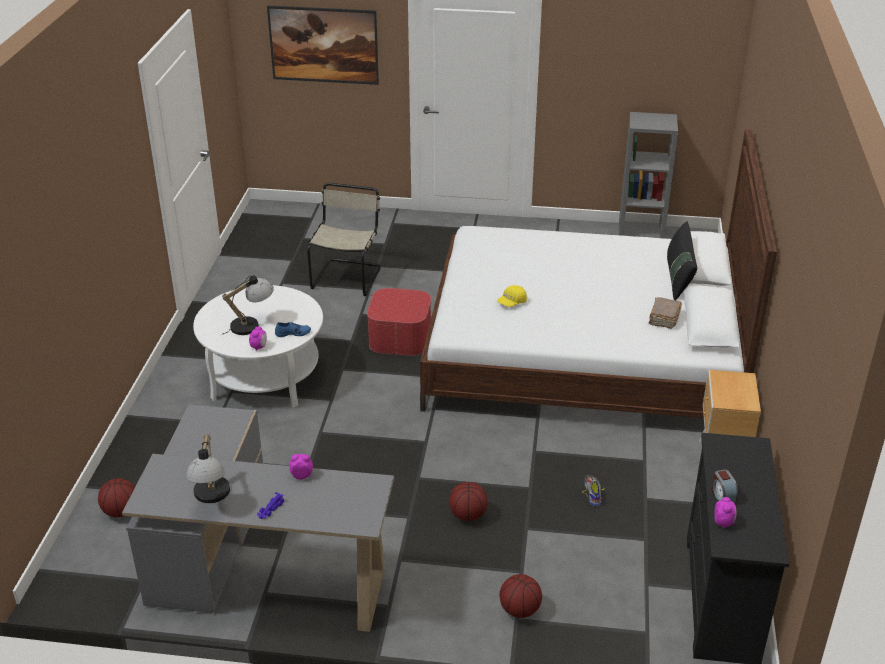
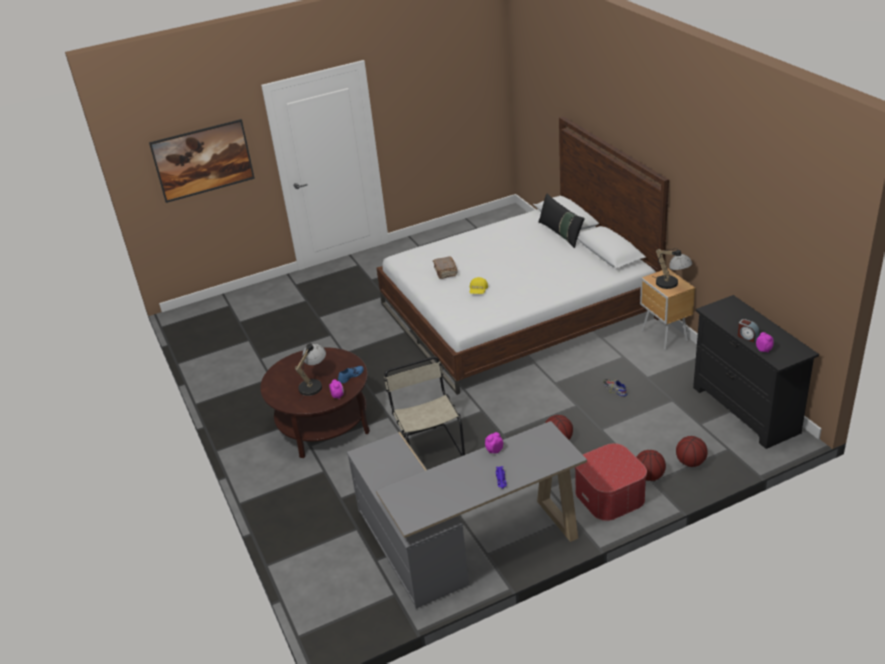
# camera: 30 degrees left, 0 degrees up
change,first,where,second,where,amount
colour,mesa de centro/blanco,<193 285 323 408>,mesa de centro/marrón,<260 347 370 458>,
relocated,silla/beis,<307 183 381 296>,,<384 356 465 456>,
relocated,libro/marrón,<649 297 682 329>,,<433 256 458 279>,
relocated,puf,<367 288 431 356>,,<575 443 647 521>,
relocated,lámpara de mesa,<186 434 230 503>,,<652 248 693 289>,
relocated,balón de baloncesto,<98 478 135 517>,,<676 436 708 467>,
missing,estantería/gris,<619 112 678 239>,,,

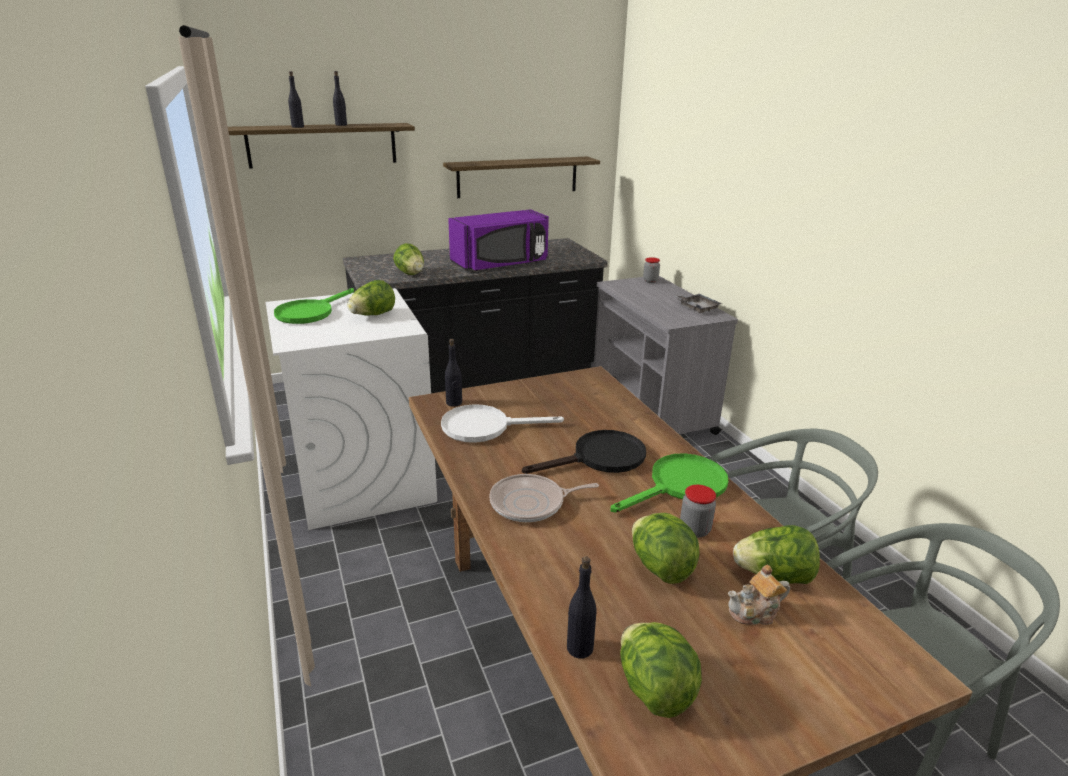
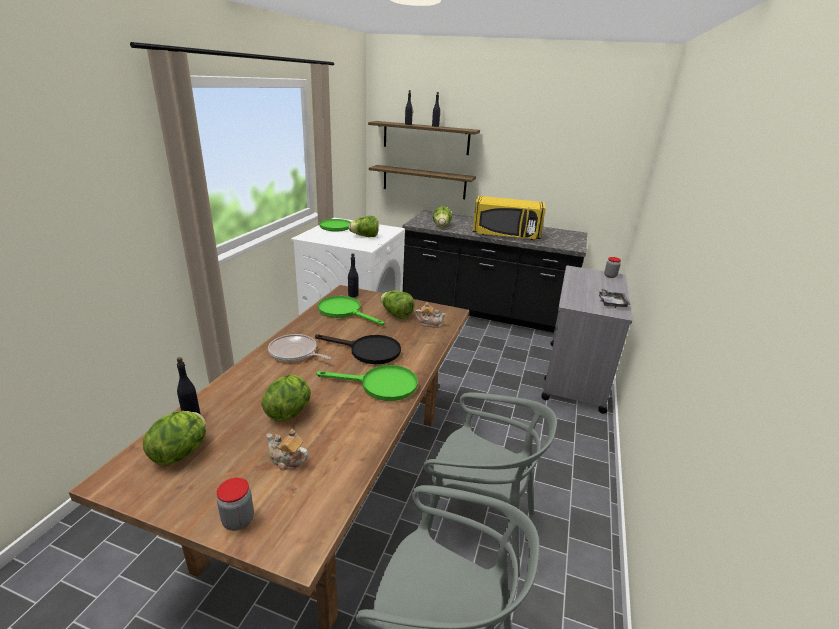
# camera: 40 degrees right, 0 degrees up
change,first,where,second,where,amount
relocated,tarro,<680 485 716 538>,,<217 478 254 531>,
colour,sartén/blanco,<441 404 564 443>,sartén/verde,<318 296 385 325>,
relocated,estante,<443 157 600 198>,,<369 165 476 199>,
relocated,lechuga,<733 525 820 584>,,<380 291 415 319>,
appeared,,,tetera,<415 302 446 328>,
colour,microondas/morado,<448 209 549 271>,microondas/amarillo,<473 196 546 240>,

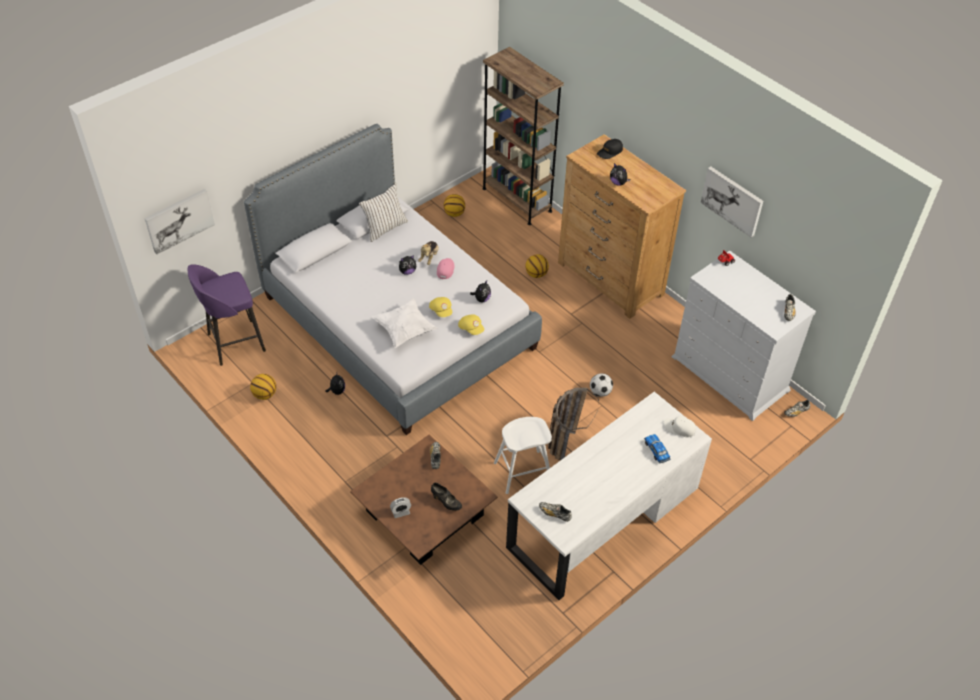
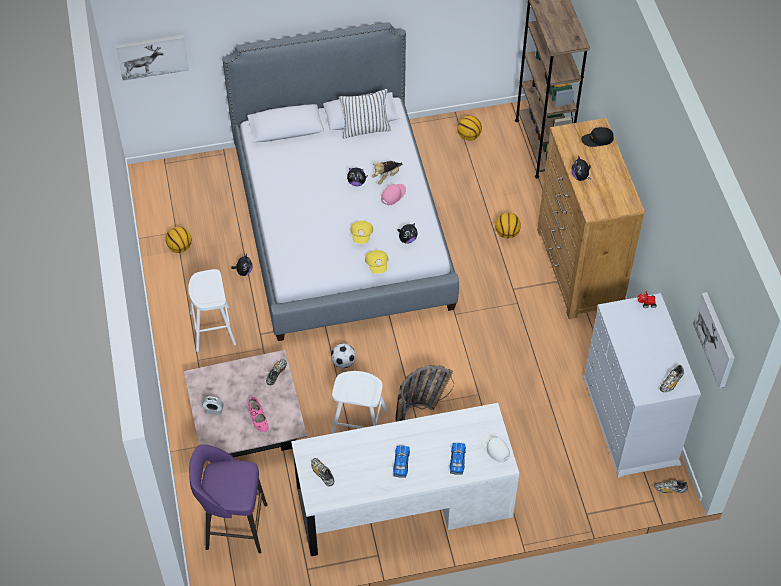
# camera: 30 degrees right, 5 degrees up
change,first,where,second,where,amount
colour,mesa de centro/marrón,<350 435 498 565>,mesa de centro/rosa,<184 350 307 457>,
appeared,,,taburete/blanco,<188 269 236 352>,
relocated,taburete/morado,<188 264 266 366>,,<189 444 268 553>,
colour,zapato/negro,<431 483 462 511>,zapato/rosa,<248 397 268 432>,
relocated,balón de fútbol,<590 373 613 397>,,<331 343 356 368>,
appeared,,,coche de juguete,<393 446 410 477>,
relocated,cuadro,<701 166 763 238>,,<693 292 735 389>,
missing,cojín/blanco,<372 298 438 348>,,,

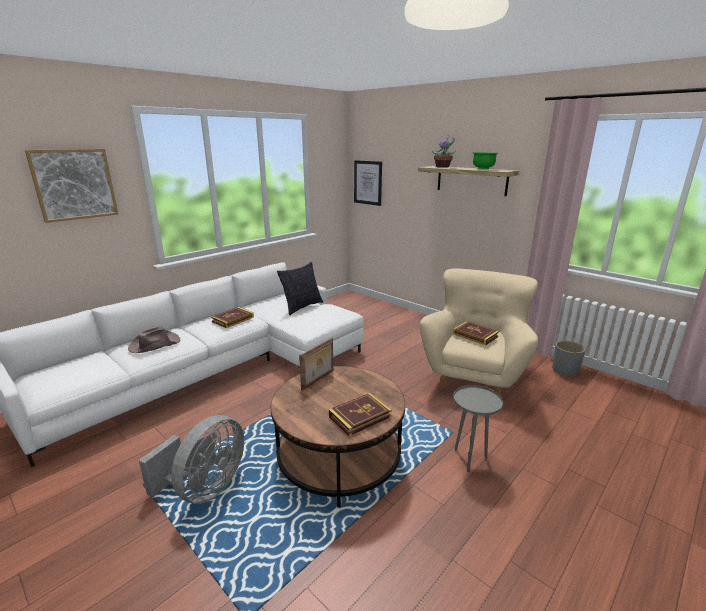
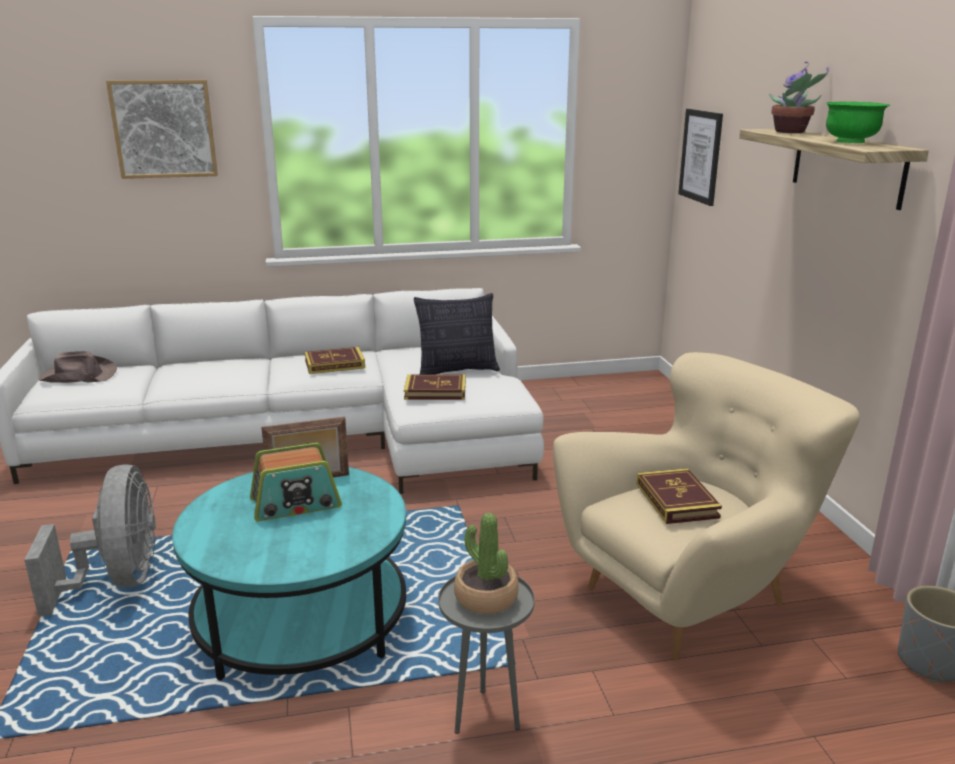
# camera: 35 degrees right, 0 degrees up
change,first,where,second,where,amount
spun,ventilador/gris,<139 415 244 504>,,<24 464 156 617>,75 degrees counterclockwise
relocated,sombrero/marrón,<128 327 180 353>,,<39 351 117 383>,
colour,mesa de centro/marrón,<271 366 405 508>,mesa de centro/turquesa,<172 467 406 681>,
appeared,,,radio,<250 443 342 522>,
relocated,libro,<329 393 392 436>,,<404 374 466 400>,
appeared,,,planta en maceta,<454 513 519 614>,

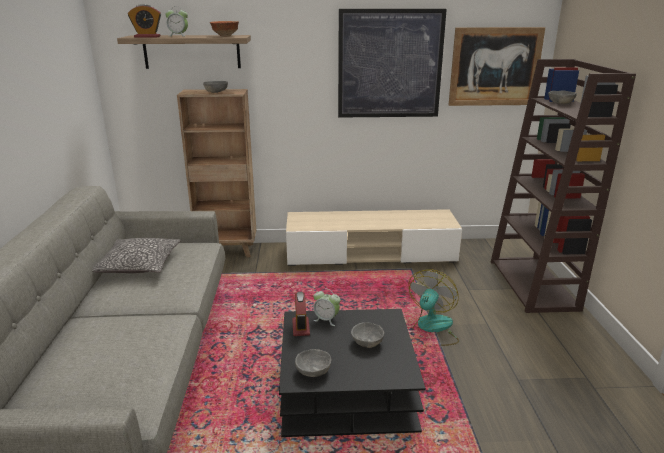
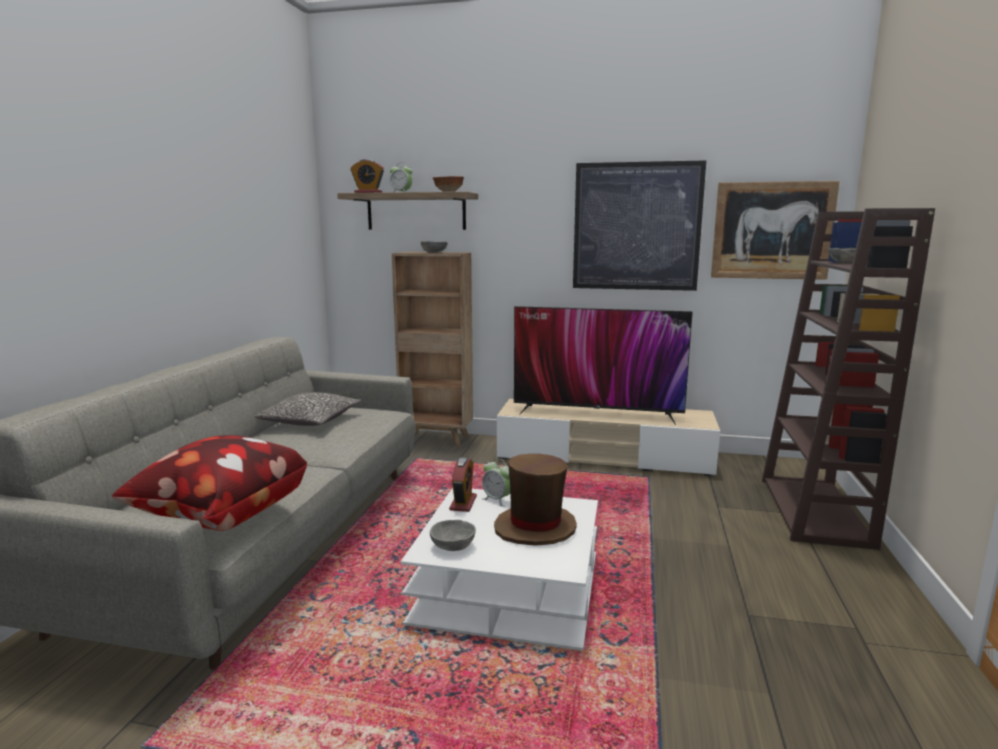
# camera: 15 degrees right, 10 degrees down
change,first,where,second,where,amount
appeared,,,cojín,<112 435 307 531>,
colour,mesa de centro/negro,<279 309 426 437>,mesa de centro/blanco,<401 488 598 651>,
exchanged,cuenco/gris,<351 322 385 348>,sombrero/marrón,<494 454 577 546>,
appeared,,,televisor,<514 306 693 425>,
missing,ventilador,<409 269 459 346>,,,

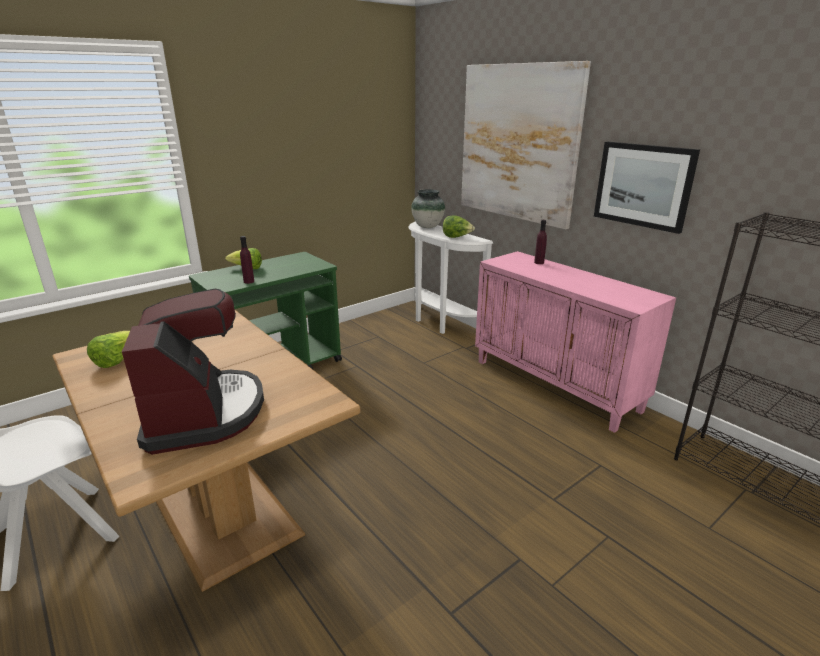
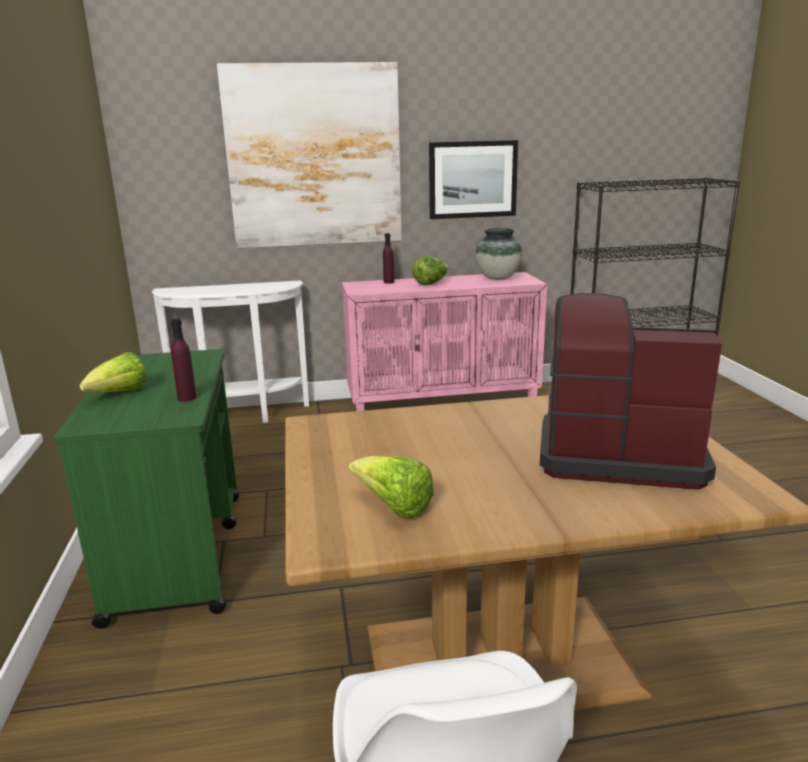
# camera: 60 degrees left, 5 degrees down
change,first,where,second,where,amount
relocated,lechuga,<443 216 475 238>,,<412 256 449 285>,
relocated,florero,<411 189 445 228>,,<476 228 522 280>,

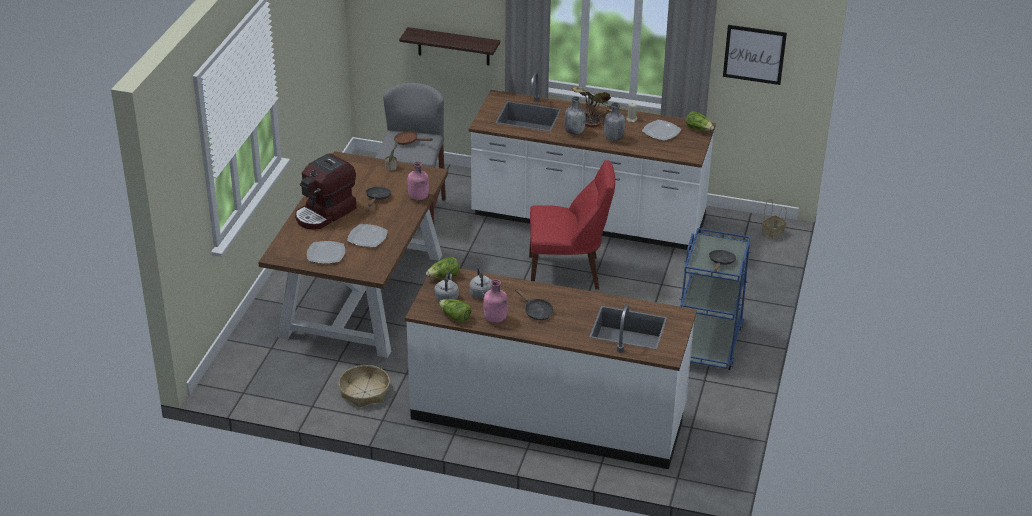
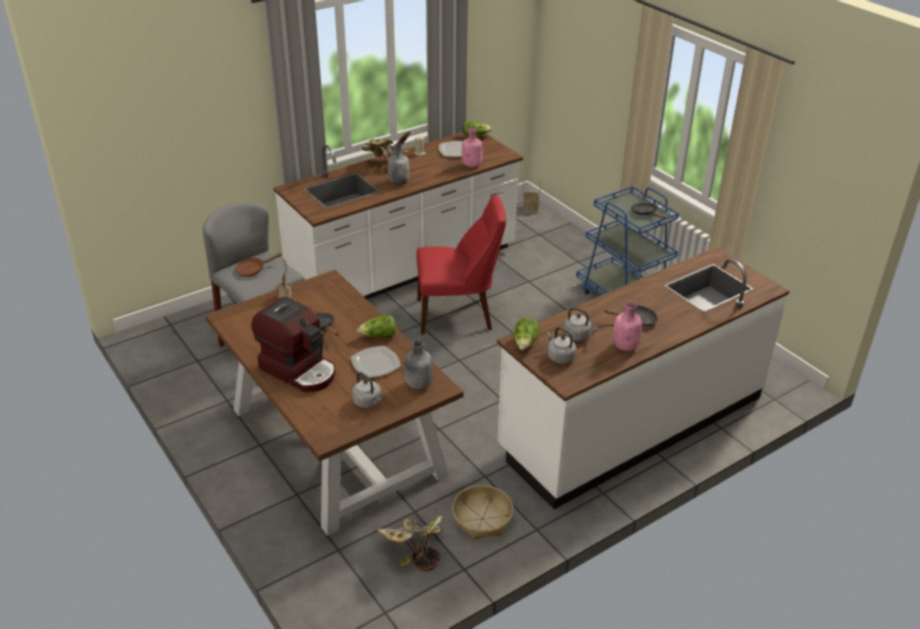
# camera: 50 degrees left, 0 degrees up
change,first,where,second,where,amount
spun,cafetera,<295 154 356 229>,,<251 297 336 392>,45 degrees counterclockwise
exchanged,plato,<307 241 345 264>,hervidor/gris,<352 372 381 408>,
relocated,lechuga,<439 299 471 323>,,<357 315 396 338>,
appeared,,,planta en maceta,<377 516 444 571>,
relocated,botella/gris,<604 103 625 141>,,<404 339 433 389>,
spun,silla/rojo,<529 160 615 290>,,<417 195 506 335>,45 degrees clockwise
relocated,botella/rosa,<407 161 429 200>,,<462 128 483 167>,
missing,estante,<399 27 500 65>,,,
missing,cuadro,<723 25 787 85>,,,

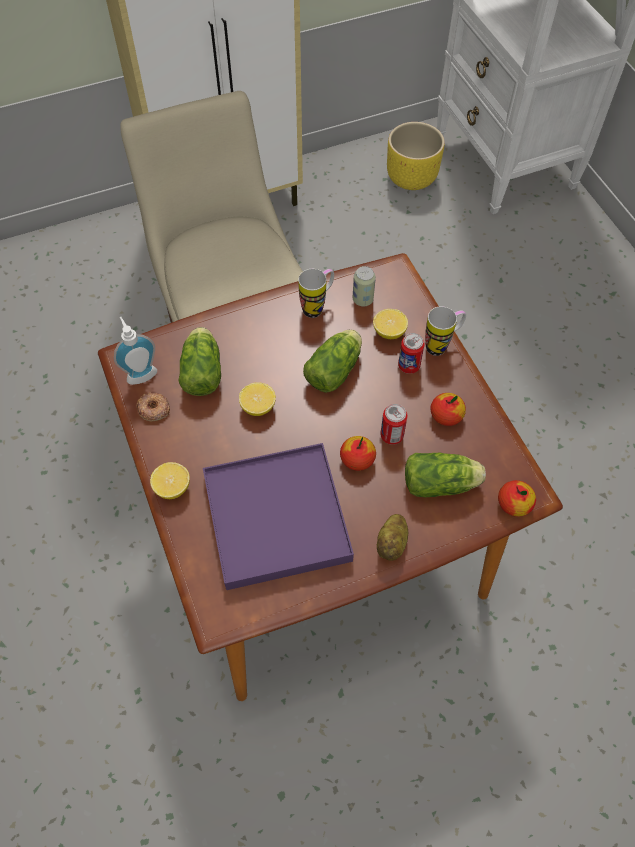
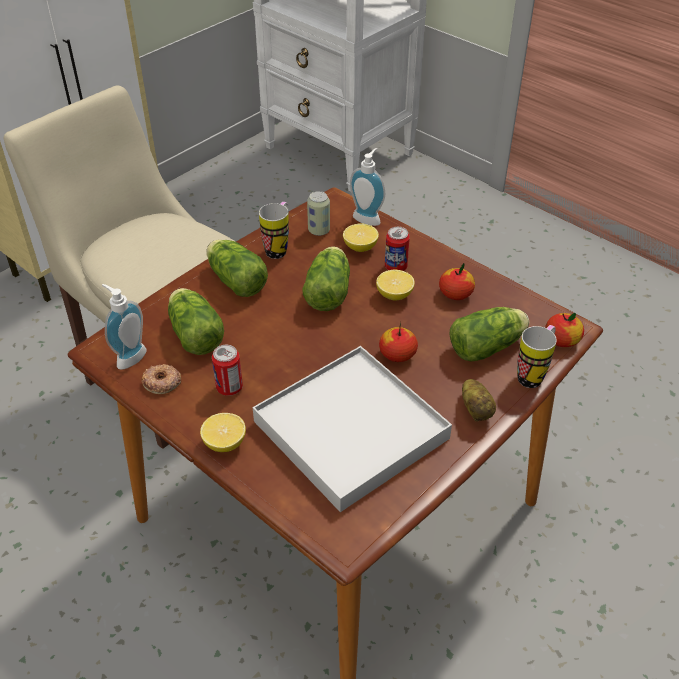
# camera: 25 degrees left, 15 degrees down
change,first,where,second,where,amount
appeared,,,lechuga,<206 240 268 297>,
relocated,lata,<380 404 408 445>,,<212 345 243 396>,
colour,bandeja/morado,<203 443 354 590>,bandeja/blanco,<253 346 452 512>,
appeared,,,dispensador de jabón,<350 148 385 226>,
relocated,limón,<239 382 276 416>,,<376 270 415 301>,
relocated,taza grande,<425 306 466 356>,,<517 325 557 388>,
missing,maceta/amarillo,<387 122 445 190>,,,

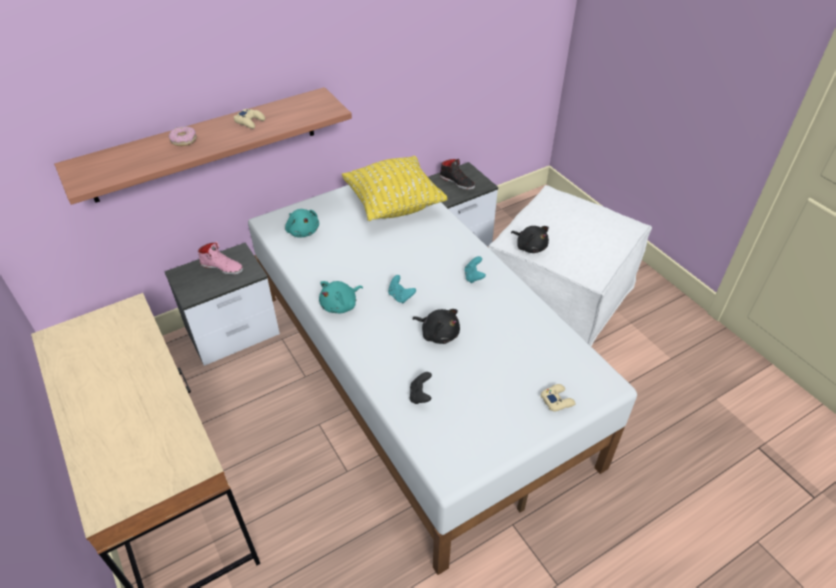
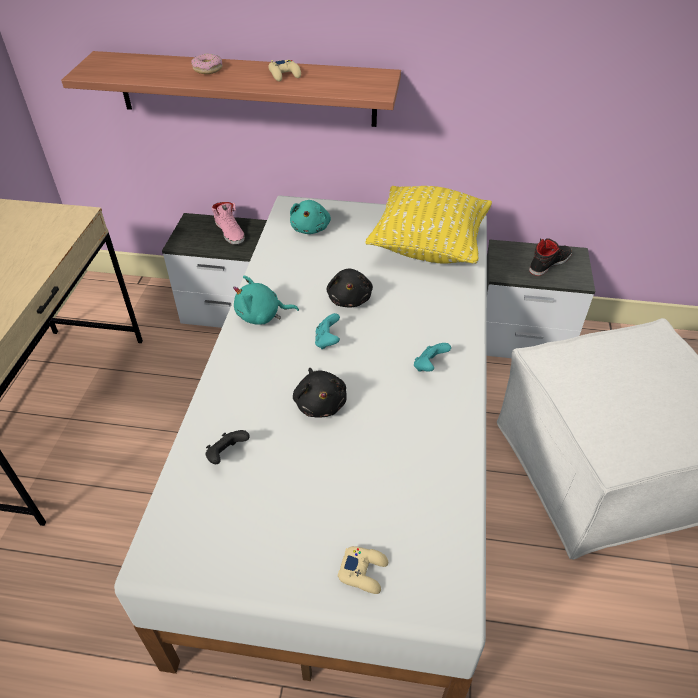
# camera: 40 degrees right, 0 degrees up
change,first,where,second,where,amount
relocated,peluche/negro,<511 226 549 253>,,<326 269 373 307>,
spun,zapato/negro,<440 159 475 190>,,<529 238 572 276>,120 degrees counterclockwise

